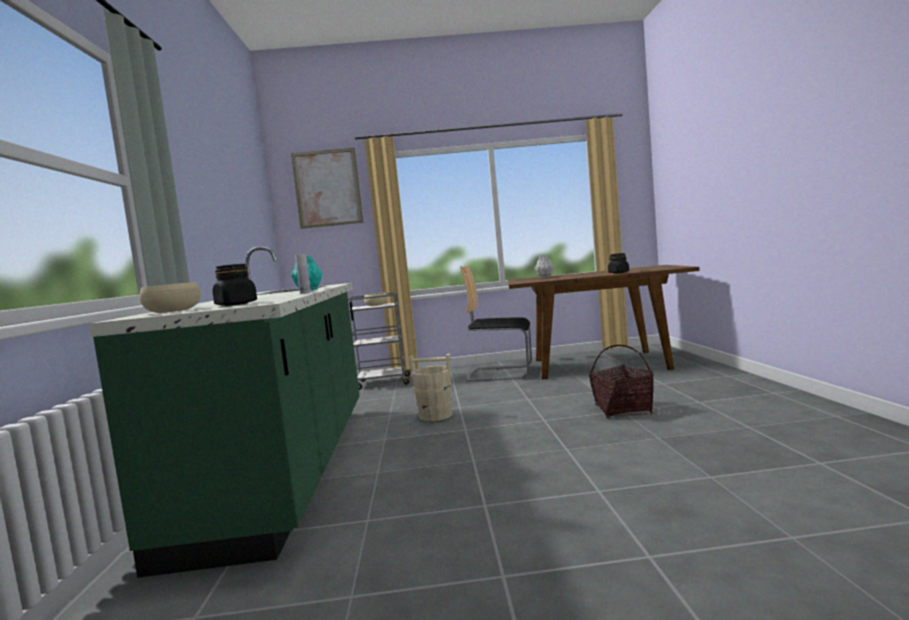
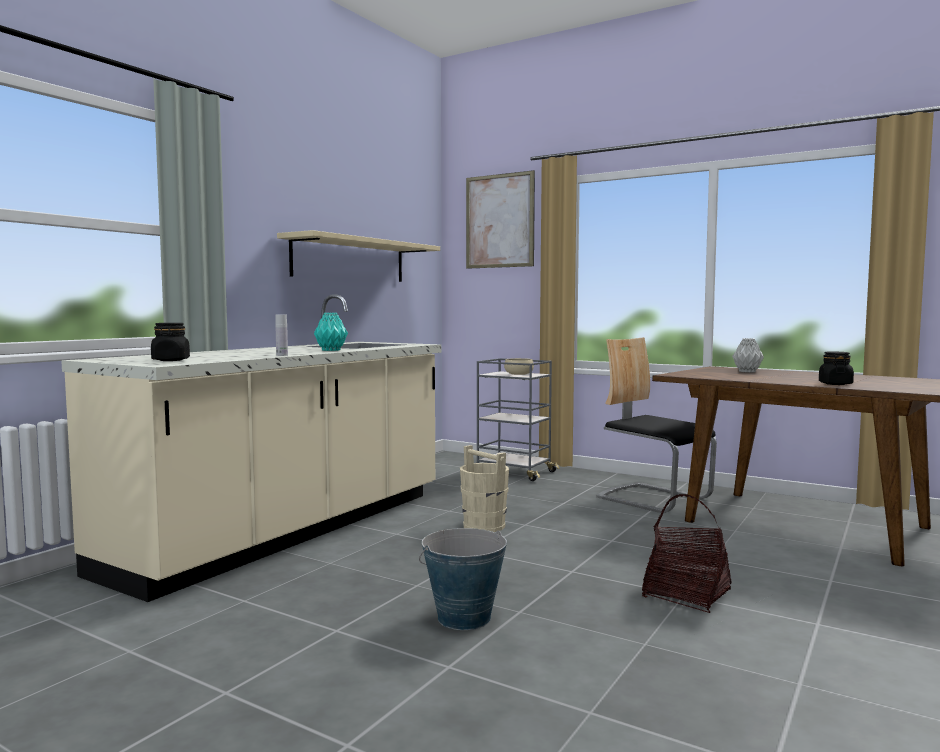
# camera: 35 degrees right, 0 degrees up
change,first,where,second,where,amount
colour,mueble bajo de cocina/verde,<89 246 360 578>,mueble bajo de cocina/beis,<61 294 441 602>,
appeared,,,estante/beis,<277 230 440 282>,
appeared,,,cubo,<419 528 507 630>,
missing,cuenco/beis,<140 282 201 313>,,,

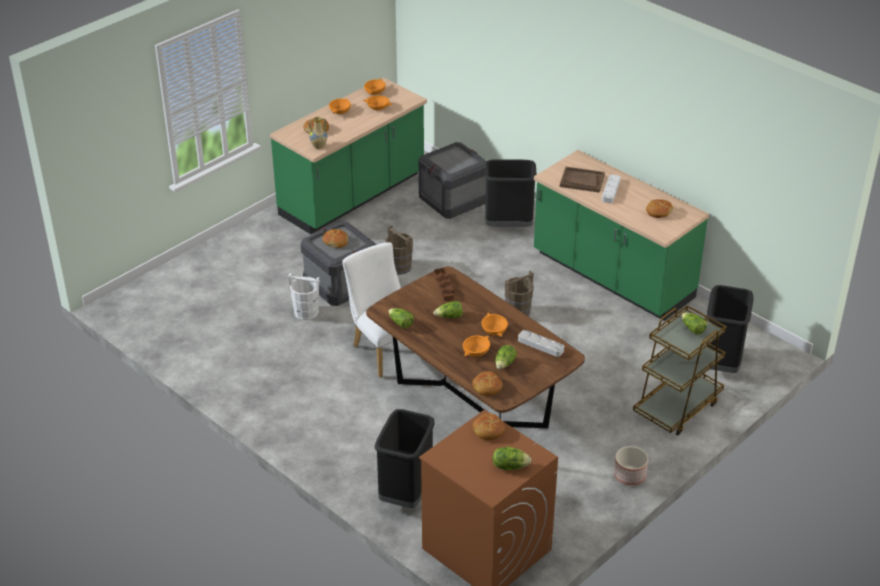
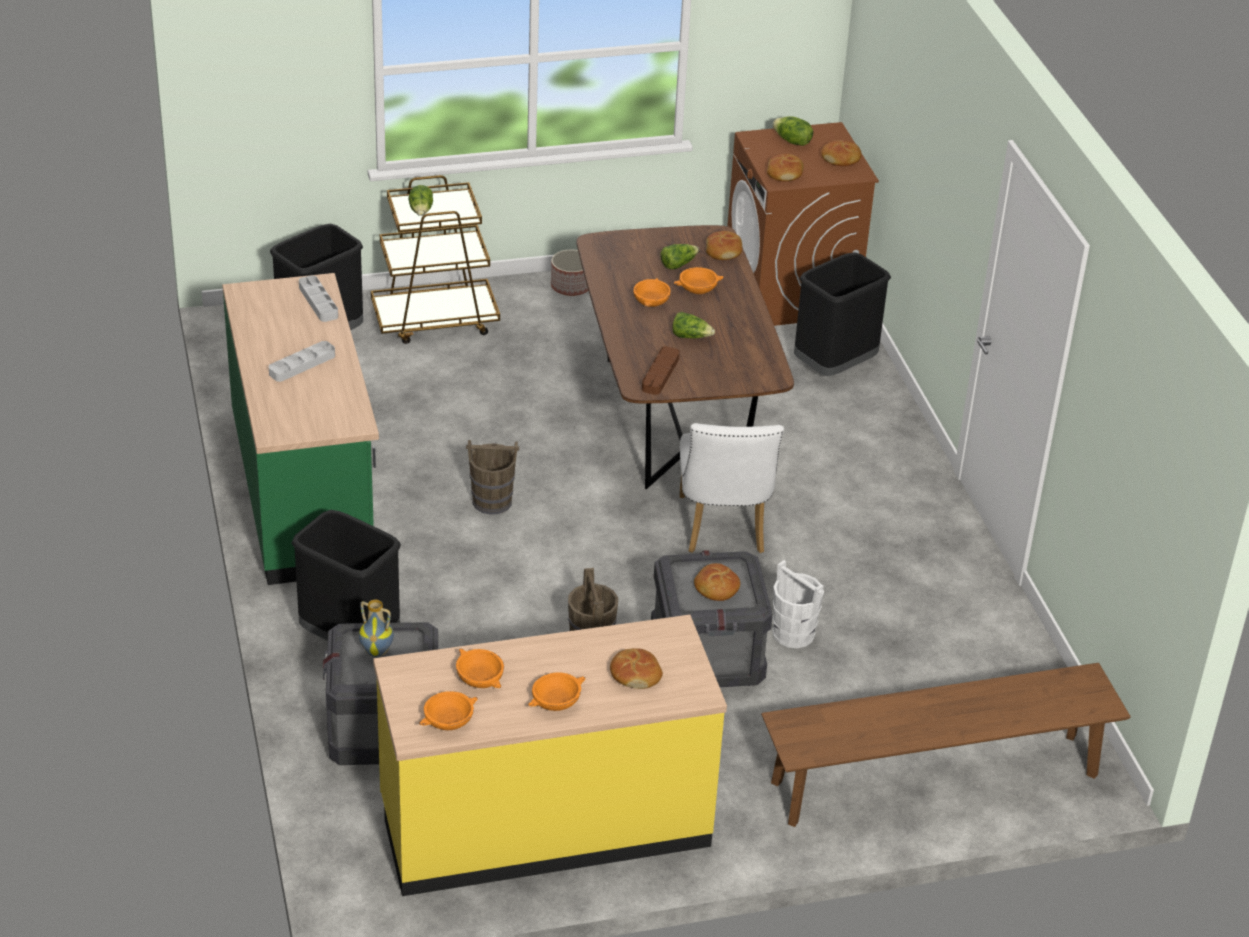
# camera: 150 degrees left, 0 degrees up
change,first,where,second,where,amount
relocated,bandeja/gris,<518 330 564 357>,,<299 275 338 322>,
relocated,florero,<309 117 327 149>,,<359 600 394 657>,
colour,mueble bajo de cocina/verde,<270 78 427 234>,mueble bajo de cocina/amarillo,<373 615 727 896>,
appeared,,,banco/marrón,<761 663 1131 827>,
relocated,pan,<646 199 673 218>,,<821 140 861 166>,
missing,lechuga,<388 308 414 329>,,,
missing,bandeja/marrón,<560 167 605 193>,,,

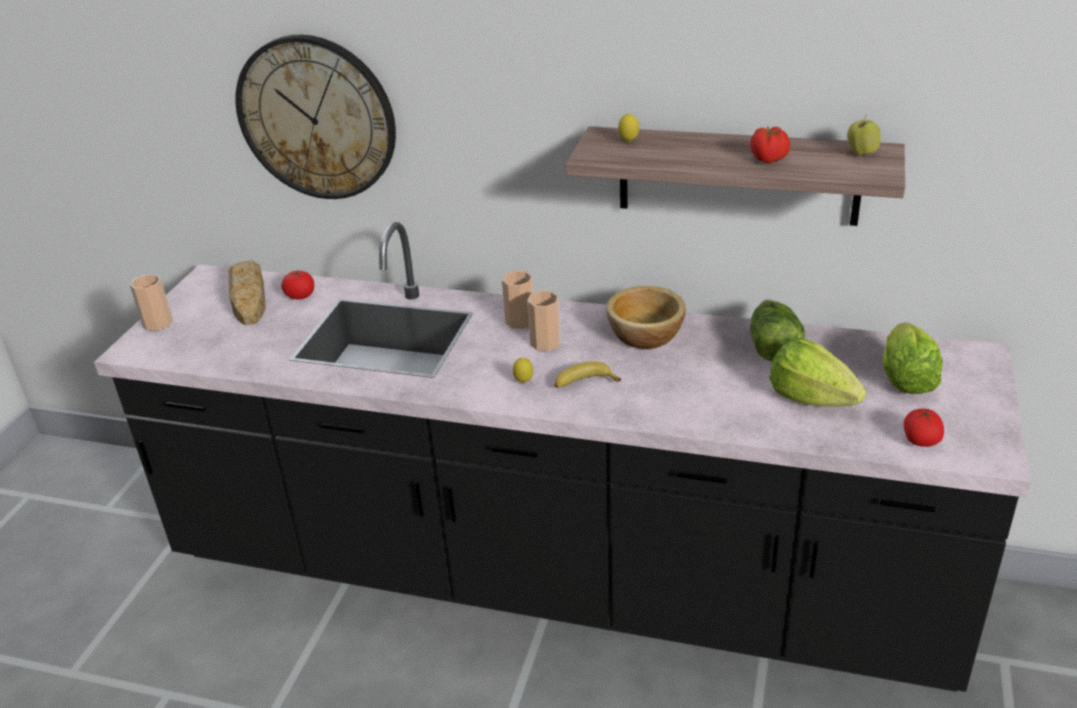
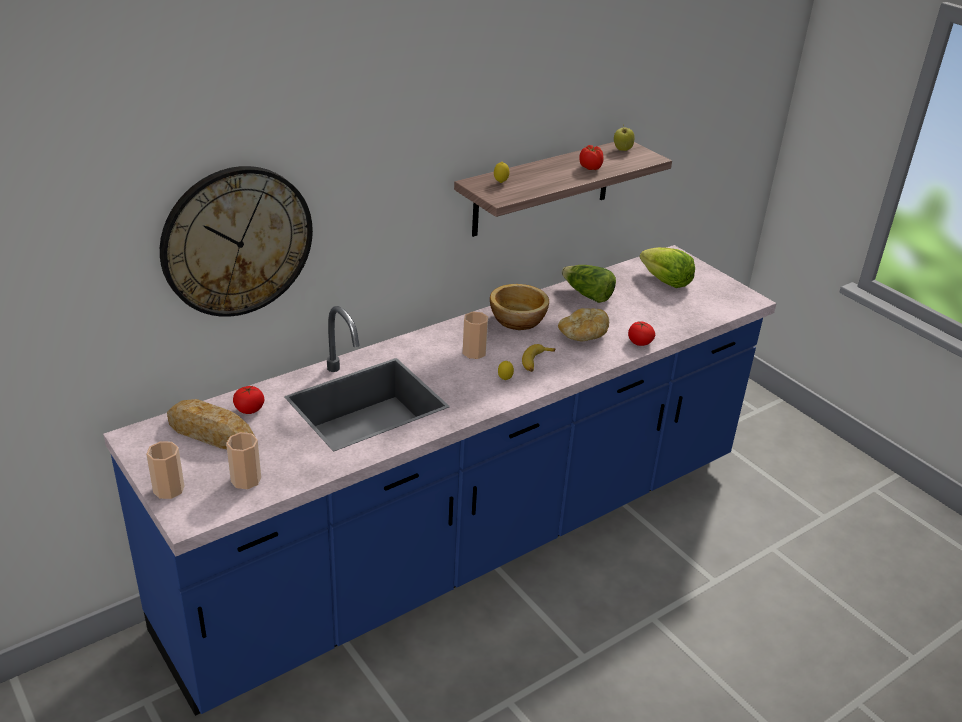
# camera: 55 degrees left, 0 degrees up
change,first,where,second,where,amount
colour,mueble bajo de cocina/negro,<94 222 1031 692>,mueble bajo de cocina/azul,<103 245 777 716>,
relocated,taza,<502 270 534 329>,,<226 432 261 489>,
appeared,,,pan,<558 308 609 341>,
relocated,tomate,<904 408 944 447>,,<628 321 655 346>,
missing,lechuga,<769 338 866 407>,,,

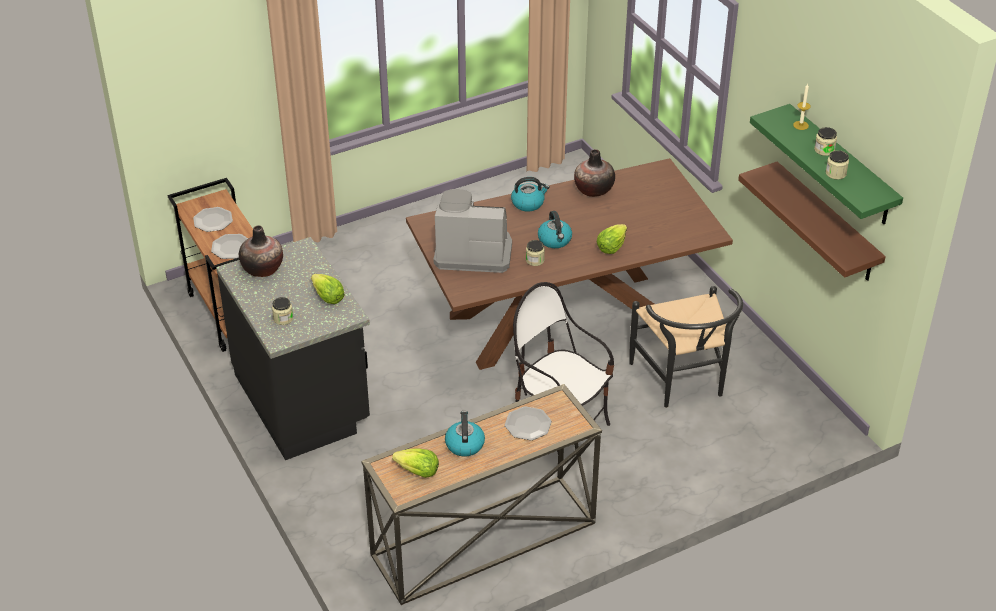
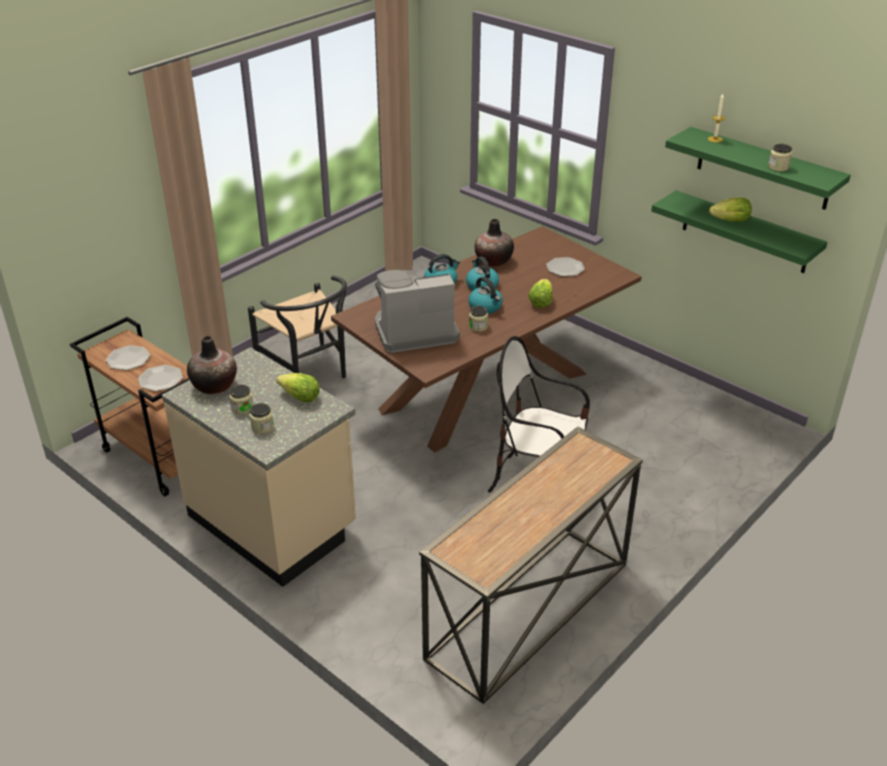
# camera: 20 degrees left, 5 degrees down
change,first,where,second,where,amount
colour,mueble bajo de cocina/negro,<216 237 370 460>,mueble bajo de cocina/beis,<162 347 356 587>,
relocated,tarro,<814 127 837 156>,,<229 385 253 415>,
relocated,silla/negro,<629 286 743 408>,,<248 276 347 378>,
relocated,hervidor,<445 411 485 457>,,<466 256 499 290>,
relocated,plato,<505 406 552 440>,,<546 257 585 276>,
colour,estante/marrón,<738 161 886 281>,estante/verde,<651 190 827 273>,
relocated,lechuga,<392 448 439 478>,,<709 198 752 222>,

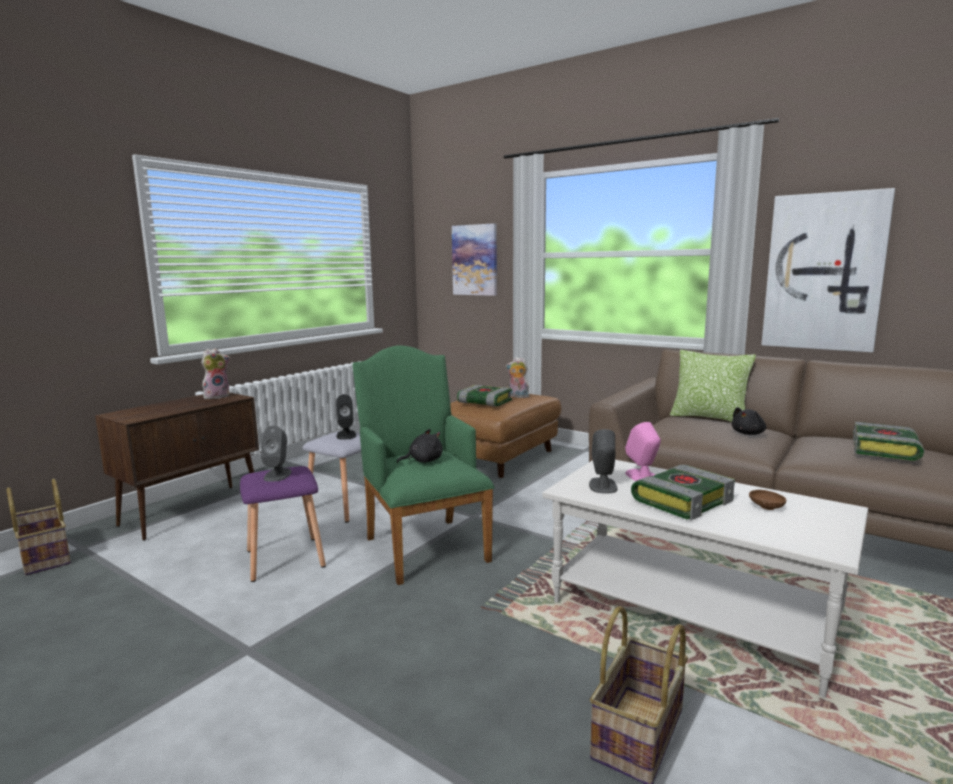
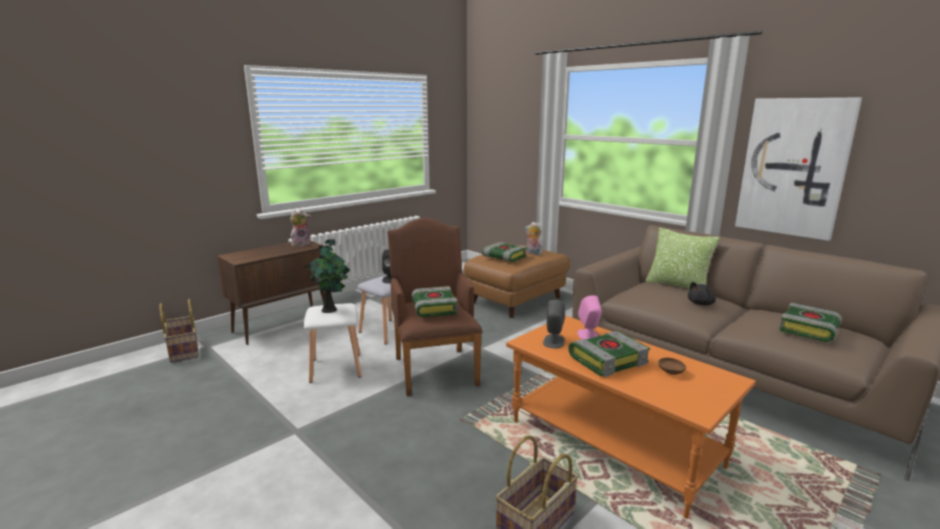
# camera: 10 degrees right, 5 degrees up
change,first,where,second,where,amount
colour,taburete/morado,<240 466 326 582>,taburete/blanco,<304 303 362 383>,
exchanged,altavoz/gris,<261 425 292 482>,planta en maceta,<305 239 350 313>,
colour,sillón/verde,<353 345 495 585>,sillón/marrón,<388 218 483 396>,
exchanged,peluche/negro,<397 429 443 463>,libro,<411 286 457 317>,
colour,mesa de centro/blanco,<542 460 868 698>,mesa de centro/naranja,<506 315 756 519>,
missing,cuadro,<452 223 497 296>,,,

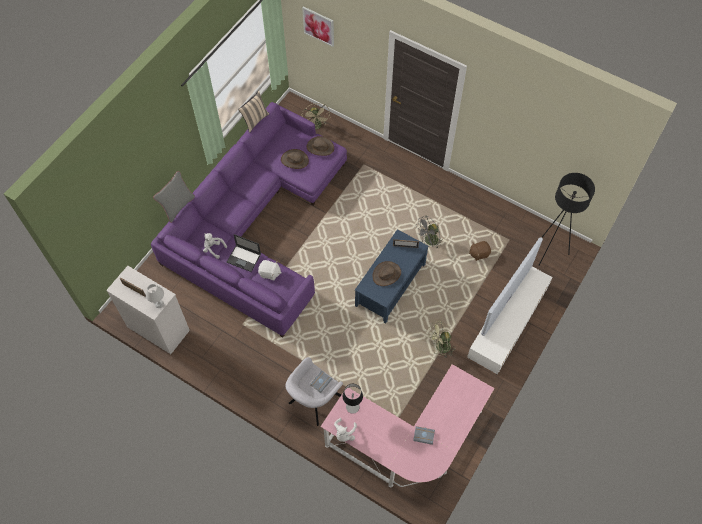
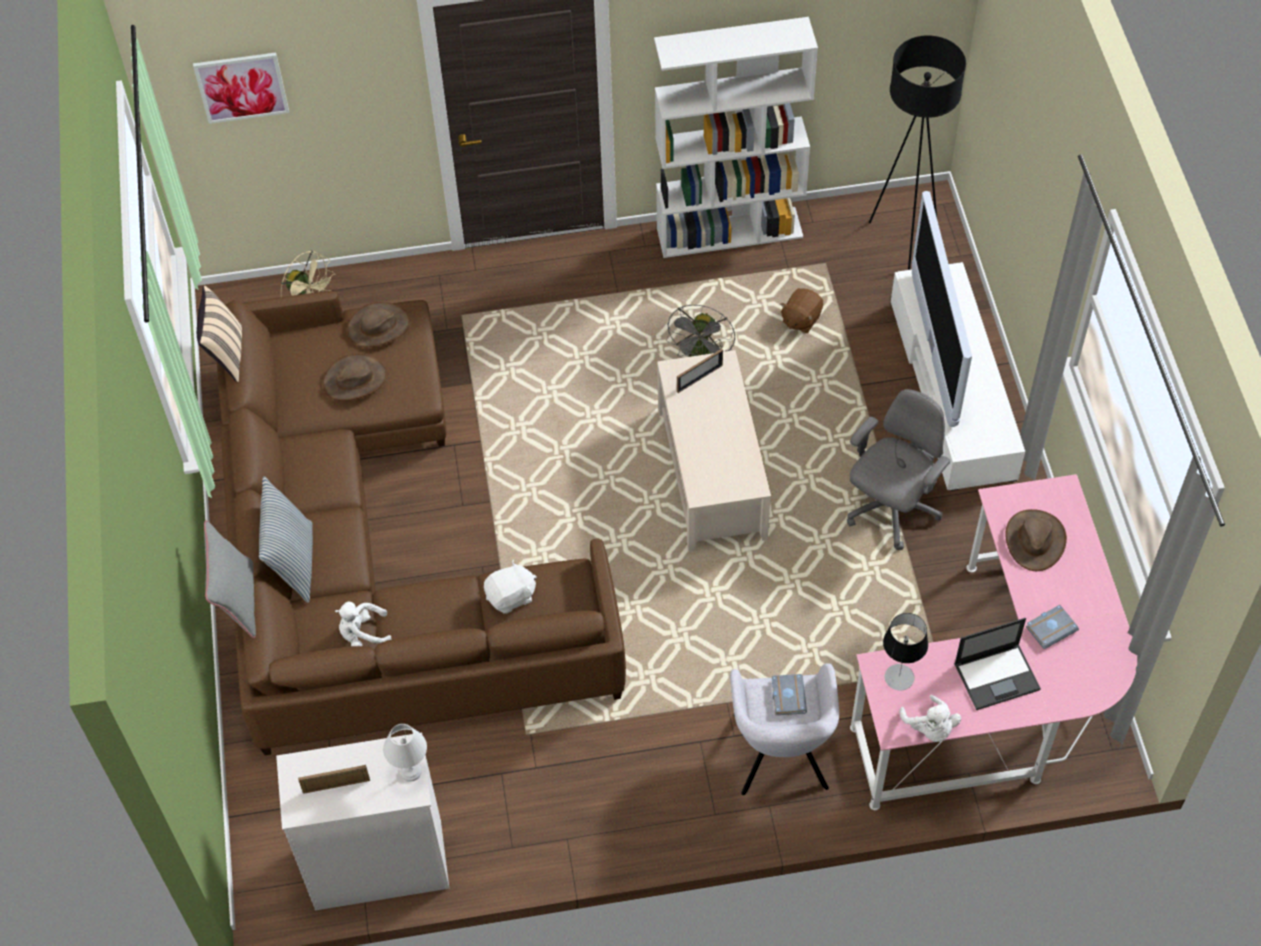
# camera: 40 degrees left, 5 degrees down
change,first,where,second,where,amount
colour,sofá/morado,<151 102 347 338>,sofá/marrón,<217 291 626 755>,
appeared,,,cojín,<259 476 313 603>,
appeared,,,estantería/blanco,<654 17 818 258>,
colour,mesa de centro/azul,<355 229 429 323>,mesa de centro/beis,<657 350 771 552>,
exchanged,ventilador/verde,<429 321 455 359>,silla de oficina/gris,<847 389 950 550>,
relocated,portátil,<227 234 261 272>,,<954 618 1041 710>,
relocated,sombrero/marrón,<372 261 401 286>,,<1005 509 1067 571>,

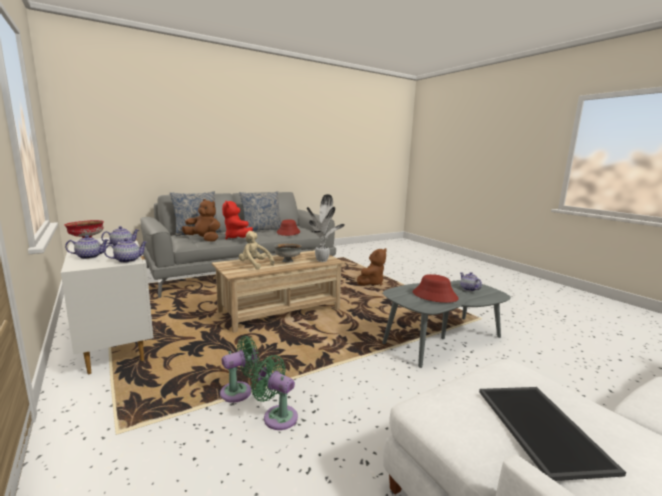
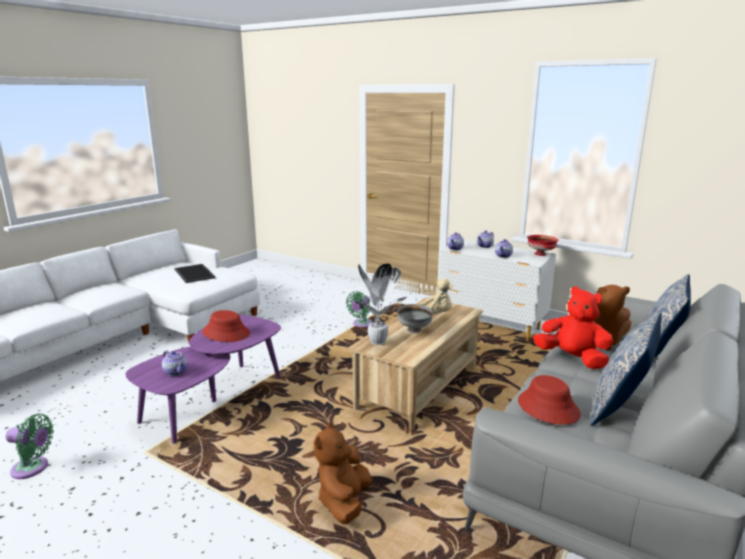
# camera: 155 degrees right, 5 degrees up
change,first,where,second,where,amount
relocated,ventilador/verde,<251 355 298 430>,,<6 414 54 479>,
colour,mesa de centro/gris,<382 280 511 368>,mesa de centro/morado,<125 315 281 444>,

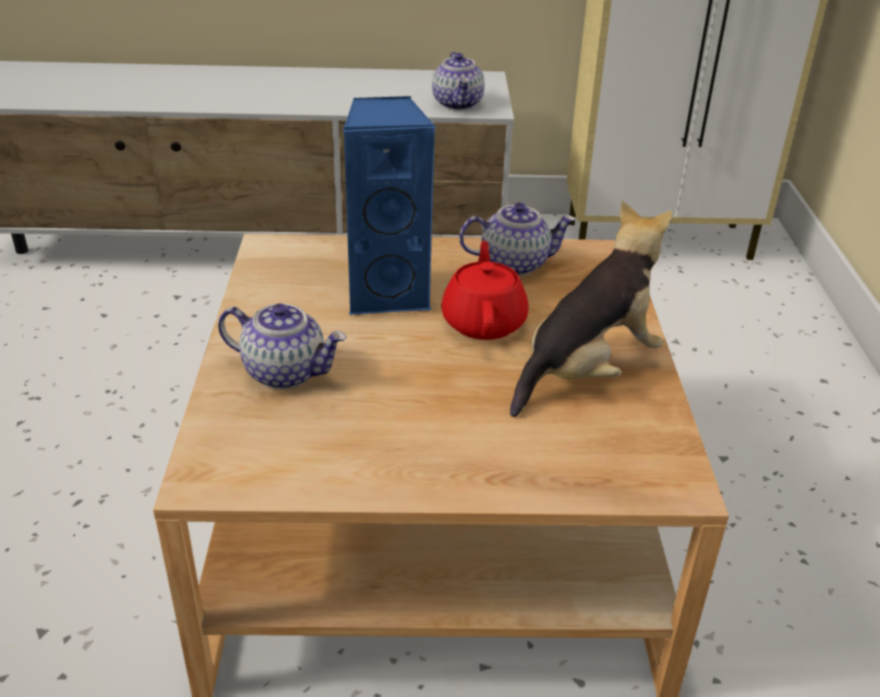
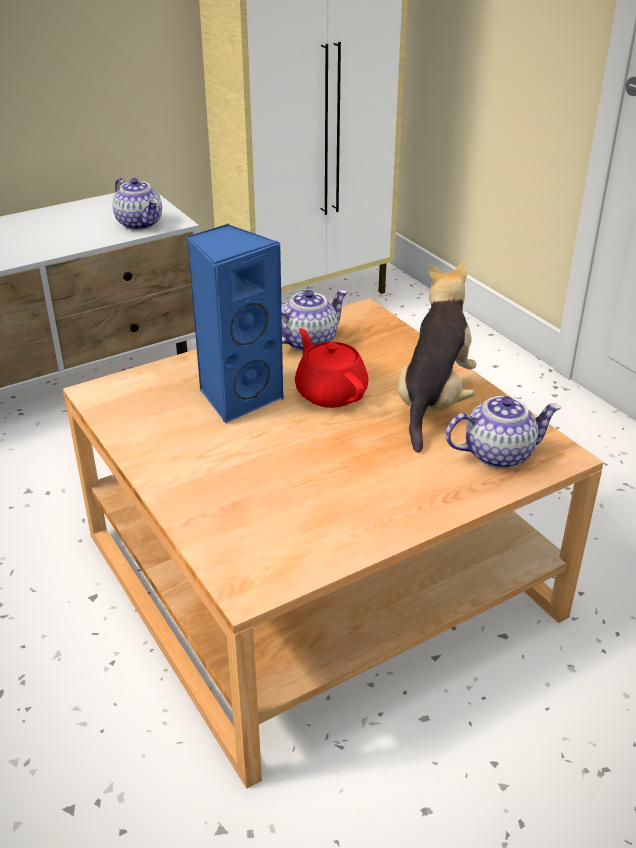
# camera: 30 degrees left, 0 degrees up
change,first,where,second,where,amount
relocated,tetera,<218 303 347 389>,,<445 396 561 469>,

